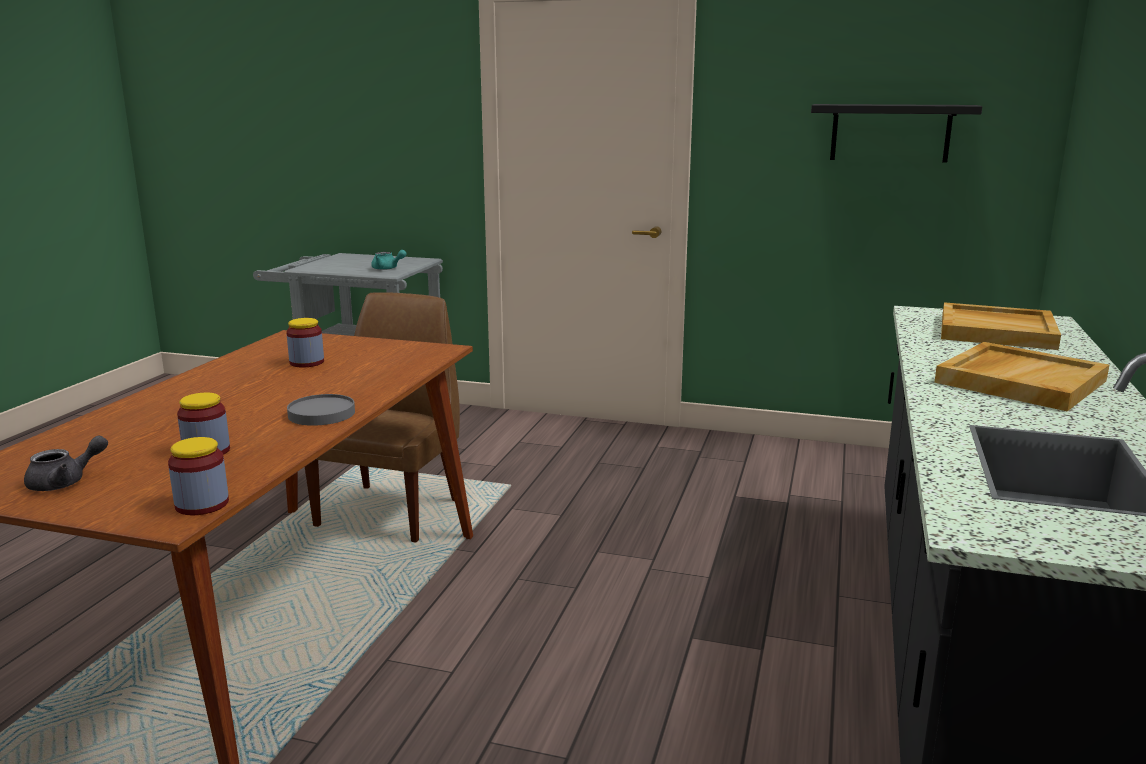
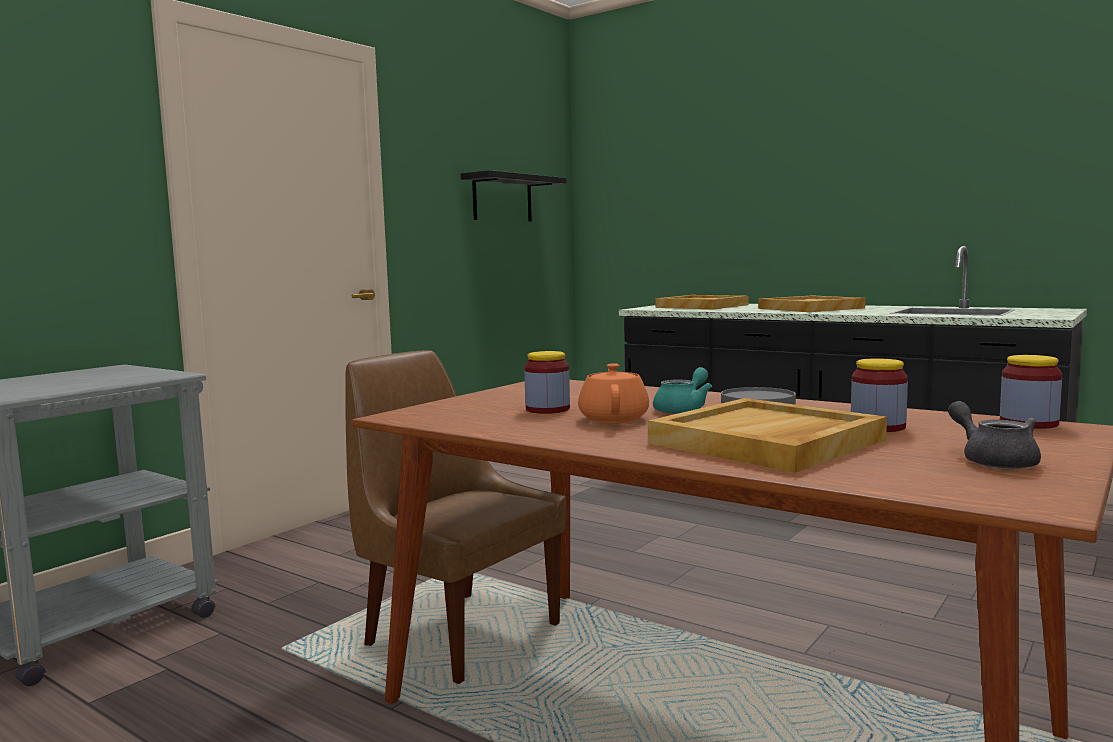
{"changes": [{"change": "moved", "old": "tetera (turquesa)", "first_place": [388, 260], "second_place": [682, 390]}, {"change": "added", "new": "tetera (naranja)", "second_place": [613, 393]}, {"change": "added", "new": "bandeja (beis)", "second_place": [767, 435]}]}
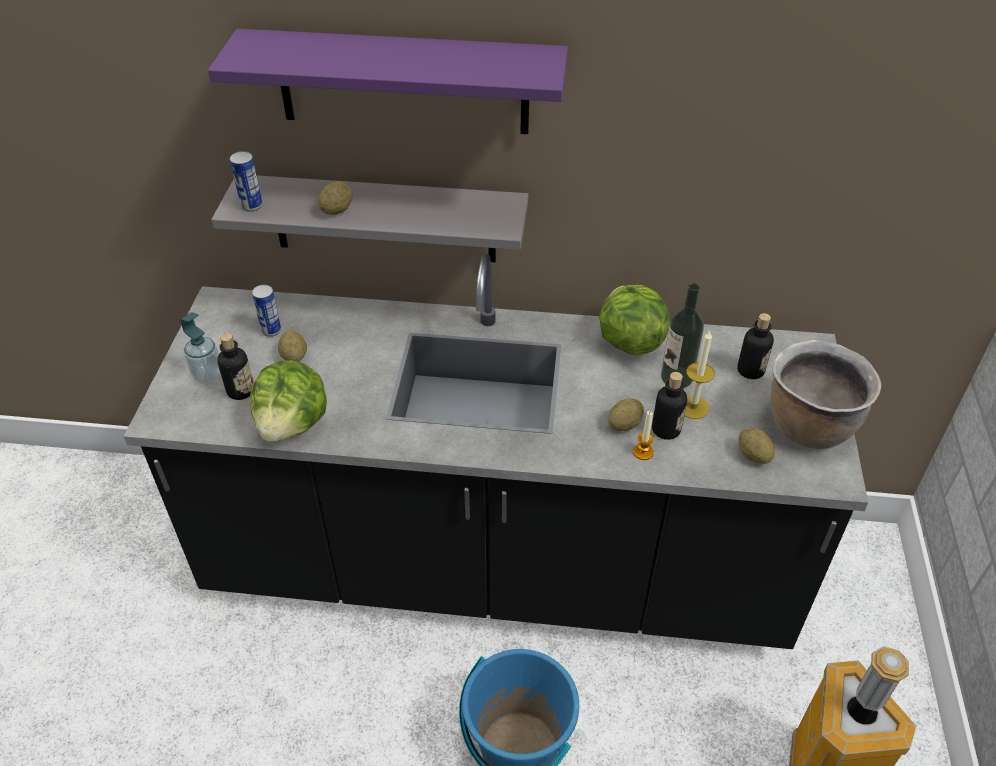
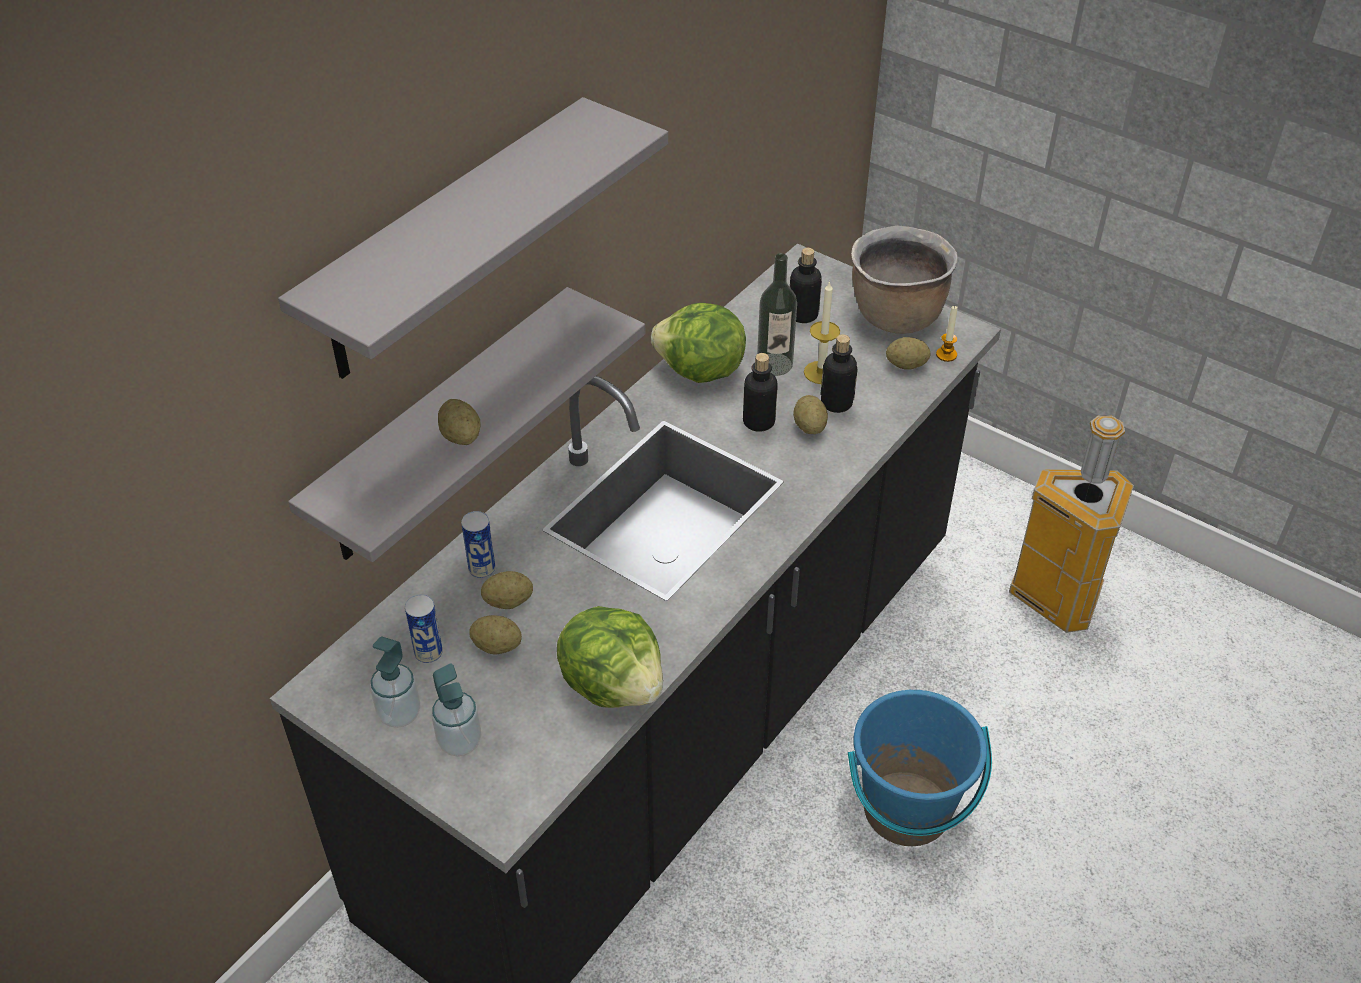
{"changes": [{"change": "recoloured", "old": "estante (morado)", "new": "estante (gris)", "first_place": [388, 81], "second_place": [473, 238]}, {"change": "moved", "old": "lata", "first_place": [246, 181], "second_place": [478, 544]}, {"change": "moved", "old": "botella", "first_place": [235, 366], "second_place": [760, 392]}, {"change": "moved", "old": "vela", "first_place": [643, 435], "second_place": [947, 334]}, {"change": "added", "new": "patata", "second_place": [507, 590]}, {"change": "added", "new": "dispensador de jabón", "second_place": [395, 682]}]}
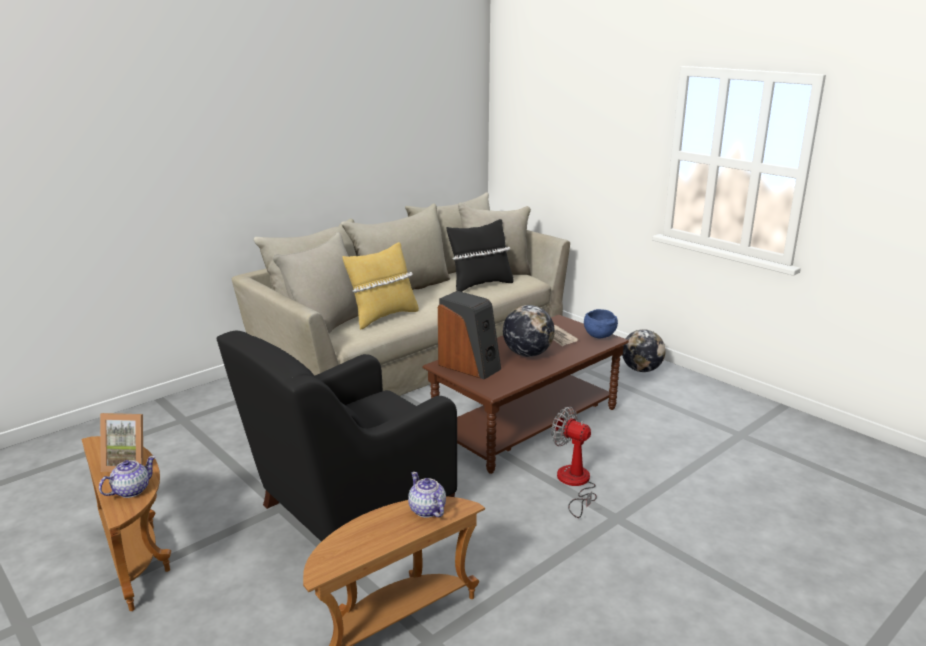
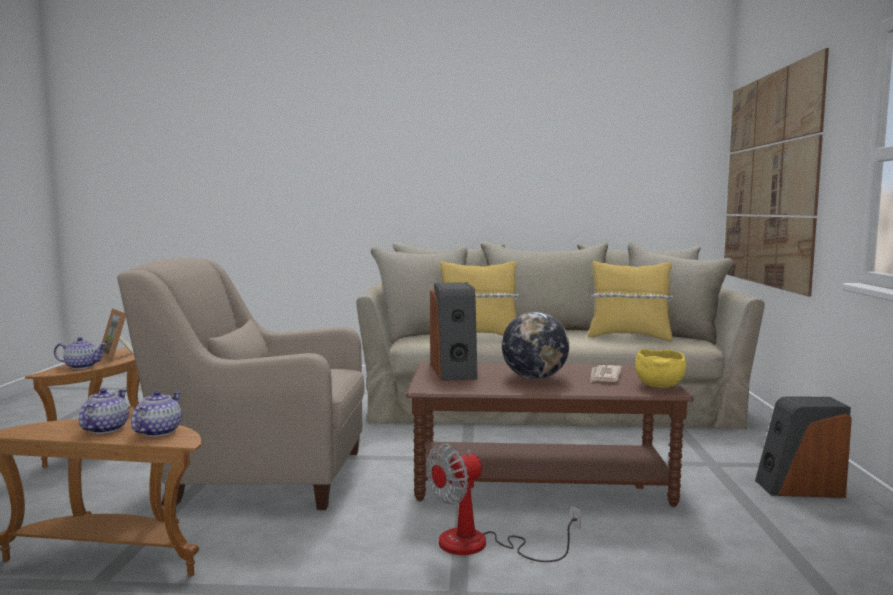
{"changes": [{"change": "recoloured", "old": "cojín (negro)", "new": "cojín (amarillo)", "first_place": [479, 255], "second_place": [630, 301]}, {"change": "recoloured", "old": "cuenco (azul)", "new": "cuenco (amarillo)", "first_place": [601, 323], "second_place": [660, 368]}, {"change": "replaced", "old": "globo terráqueo", "new": "altavoz", "first_place": [644, 350], "second_place": [803, 447]}, {"change": "recoloured", "old": "sillón (negro)", "new": "sillón (beis)", "first_place": [337, 436], "second_place": [240, 384]}, {"change": "turned", "old": "ventilador", "first_place": [574, 462], "second_place": [503, 502], "degrees": -120}, {"change": "added", "new": "cuadro", "second_place": [776, 172]}, {"change": "added", "new": "tetera", "second_place": [104, 411]}]}
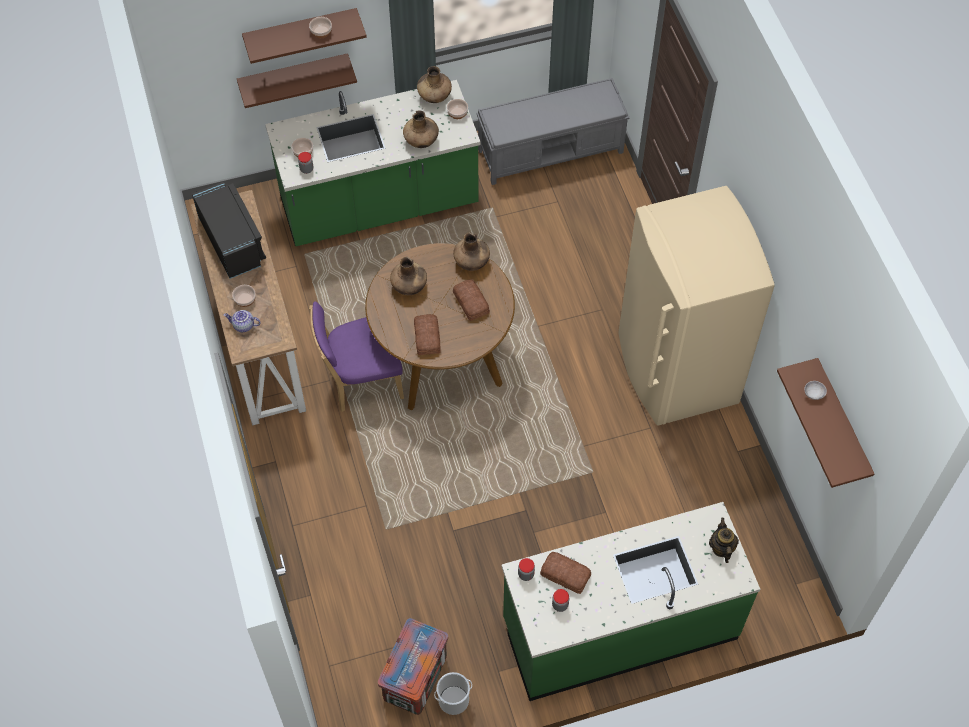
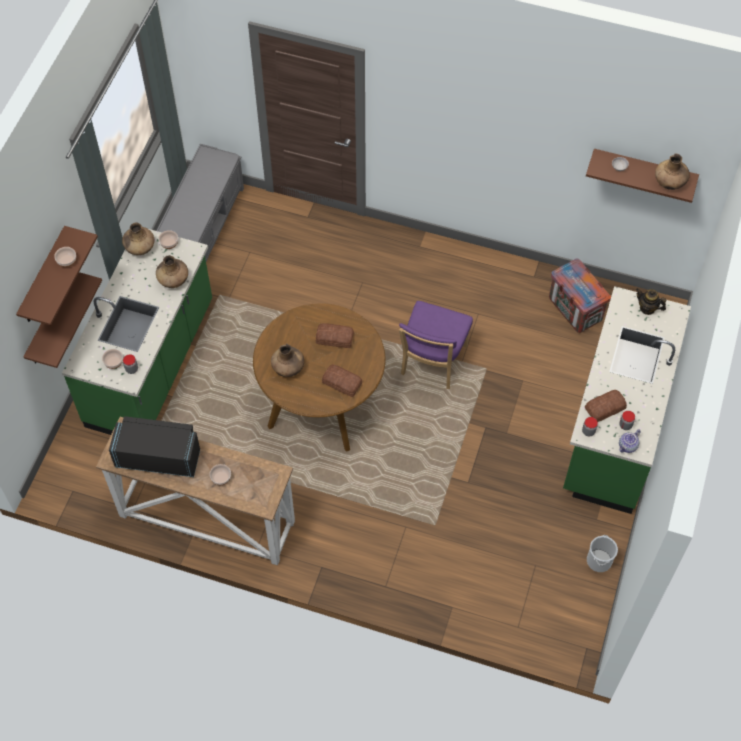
{"changes": [{"change": "removed", "old": "nevera (beis)", "first_place": [696, 306]}, {"change": "moved", "old": "florero (marrón)", "first_place": [471, 251], "second_place": [672, 172]}, {"change": "moved", "old": "silla (morado)", "first_place": [356, 356], "second_place": [436, 345]}, {"change": "moved", "old": "tetera", "first_place": [242, 321], "second_place": [630, 441]}, {"change": "moved", "old": "caja de embalaje", "first_place": [413, 666], "second_place": [580, 296]}]}
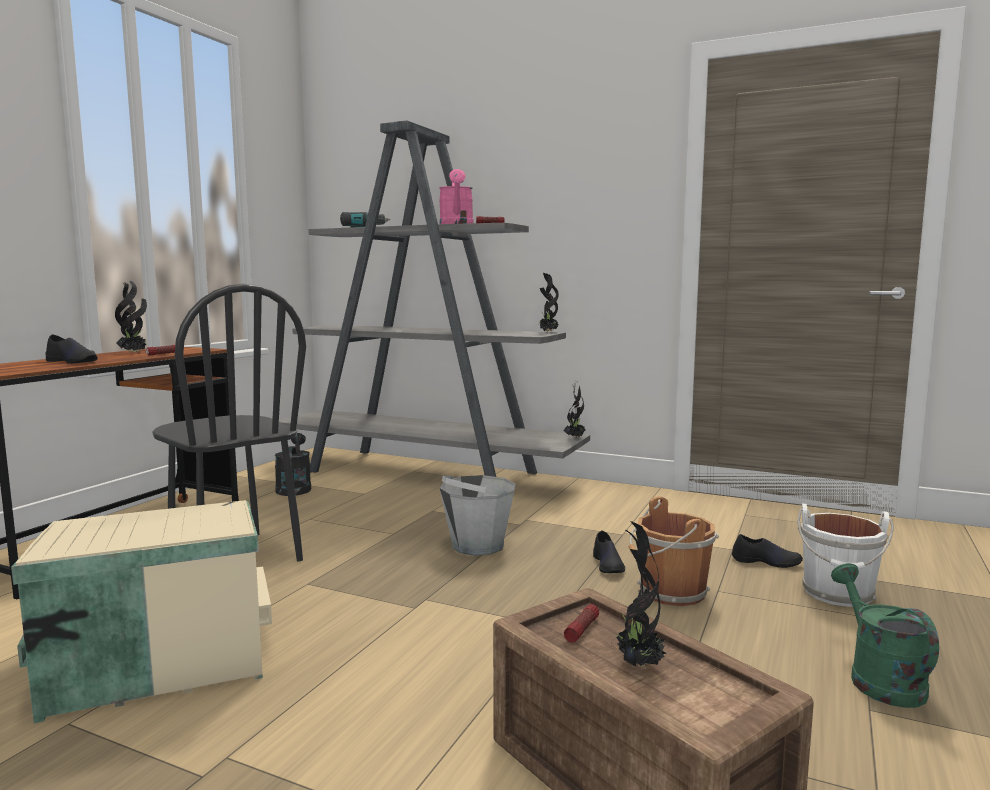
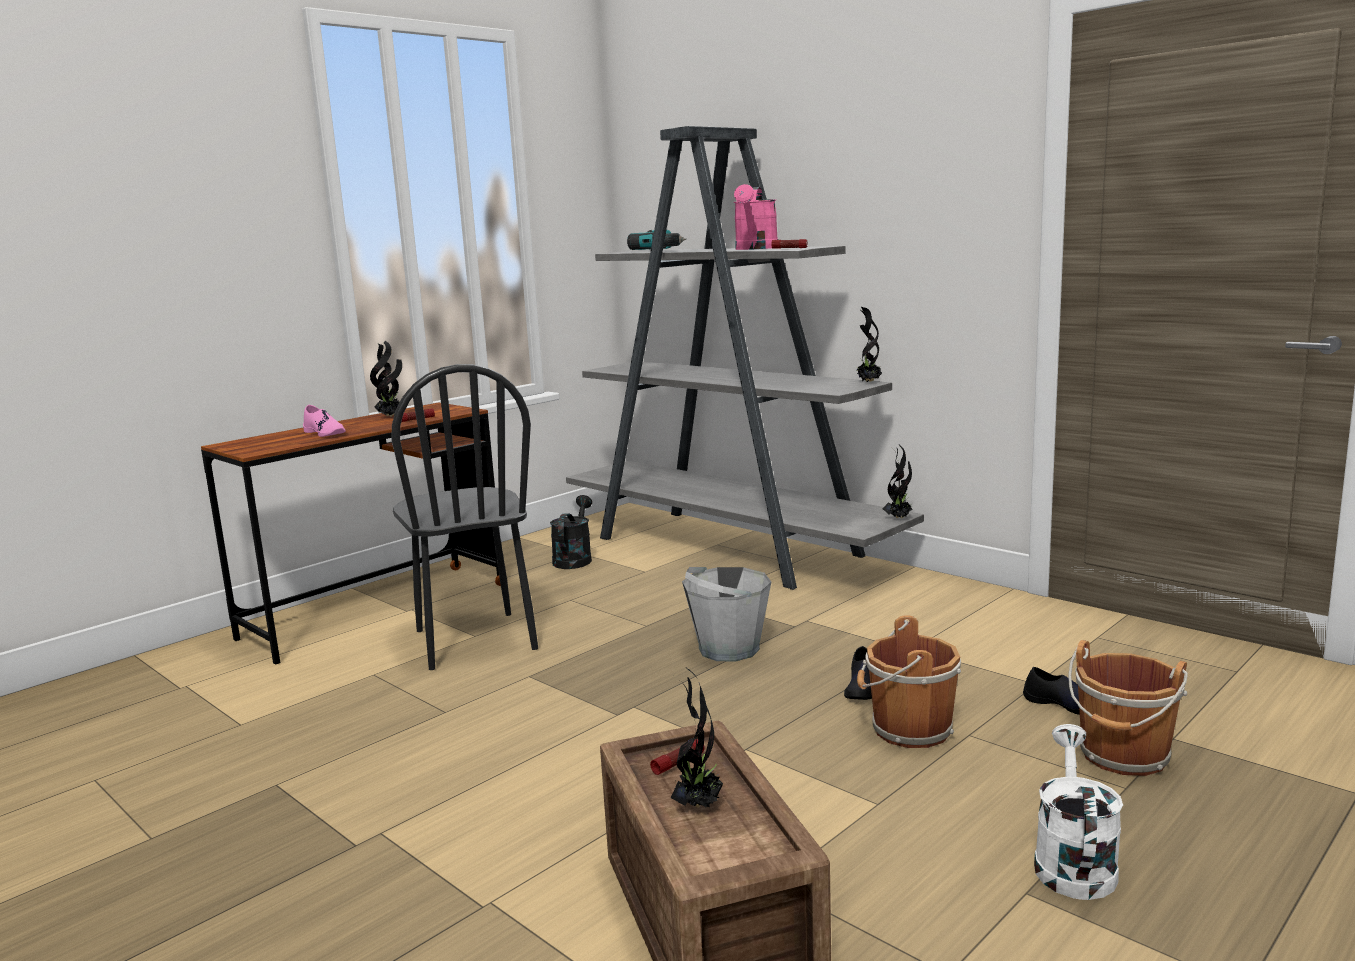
{"changes": [{"change": "recoloured", "old": "zapato (negro)", "new": "zapato (rosa)", "first_place": [71, 349], "second_place": [324, 421]}, {"change": "removed", "old": "caja de almacenaje (beis)", "first_place": [141, 611]}, {"change": "recoloured", "old": "cubo (blanco)", "new": "cubo (marrón)", "first_place": [845, 555], "second_place": [1128, 708]}, {"change": "recoloured", "old": "regadera (verde)", "new": "regadera (blanco)", "first_place": [885, 635], "second_place": [1078, 812]}]}
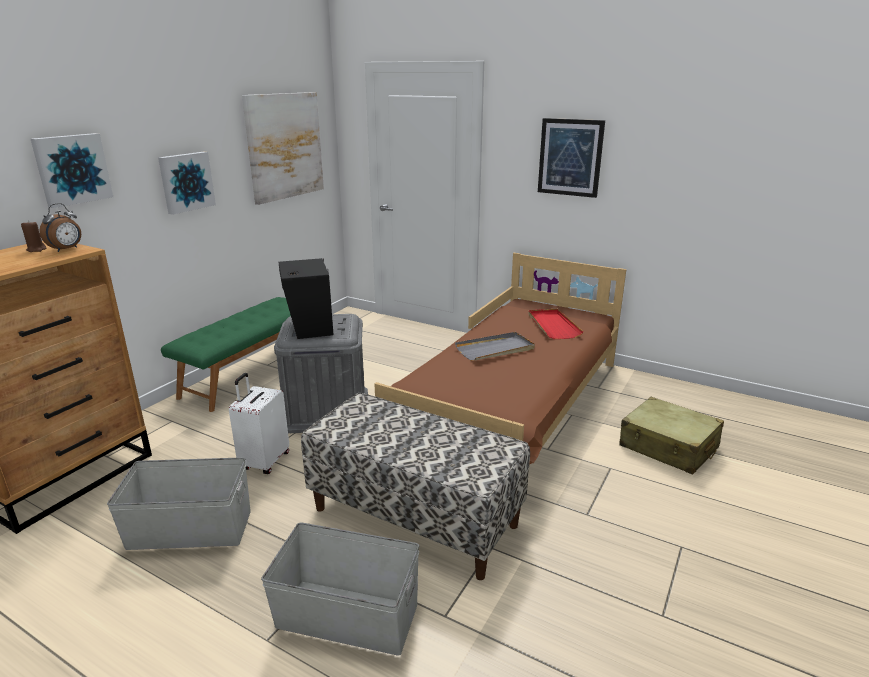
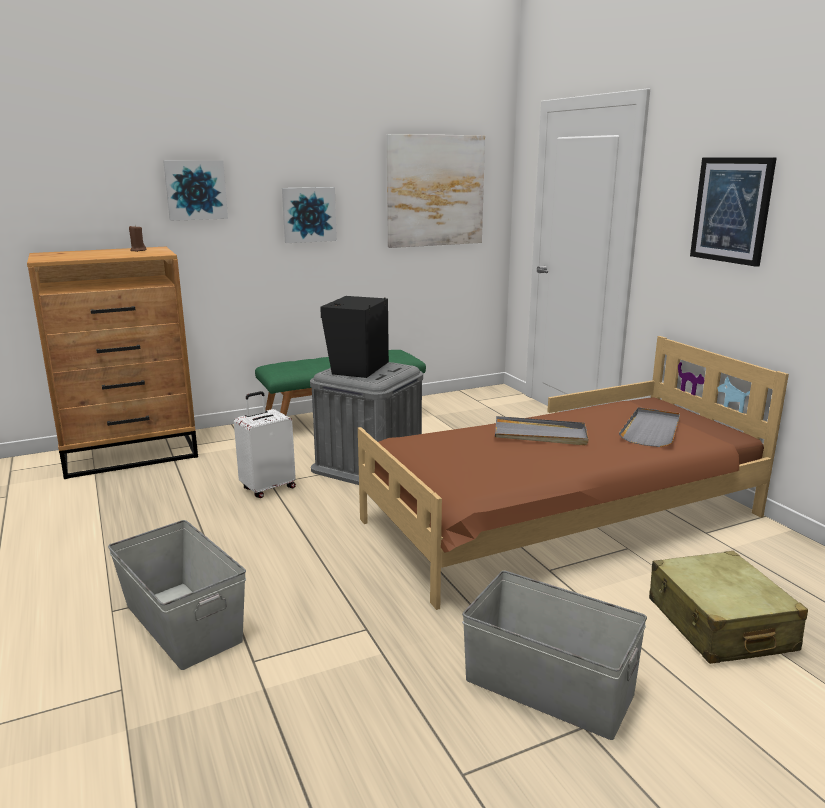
{"changes": [{"change": "removed", "old": "despertador", "first_place": [60, 227]}, {"change": "recoloured", "old": "bandeja (rojo)", "new": "bandeja (gris)", "first_place": [556, 324], "second_place": [649, 427]}, {"change": "removed", "old": "banco", "first_place": [415, 486]}, {"change": "moved", "old": "caja de almacenaje (gris)", "first_place": [179, 503], "second_place": [554, 655]}]}
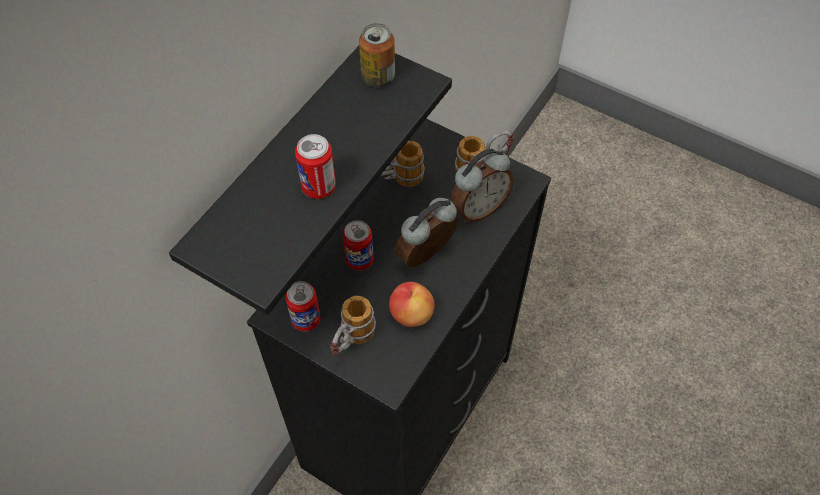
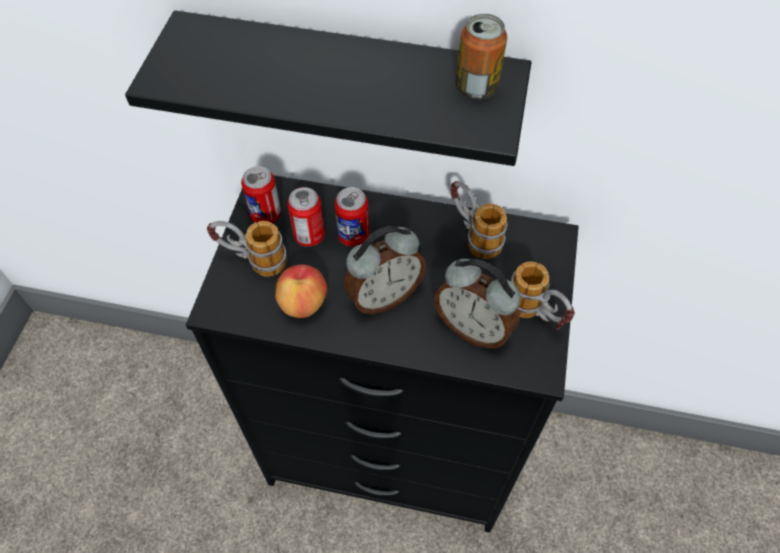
{"changes": [{"change": "moved", "old": "lata", "first_place": [315, 166], "second_place": [306, 217]}, {"change": "turned", "old": "despertador", "first_place": [426, 233], "second_place": [385, 270], "degrees": 120}]}
